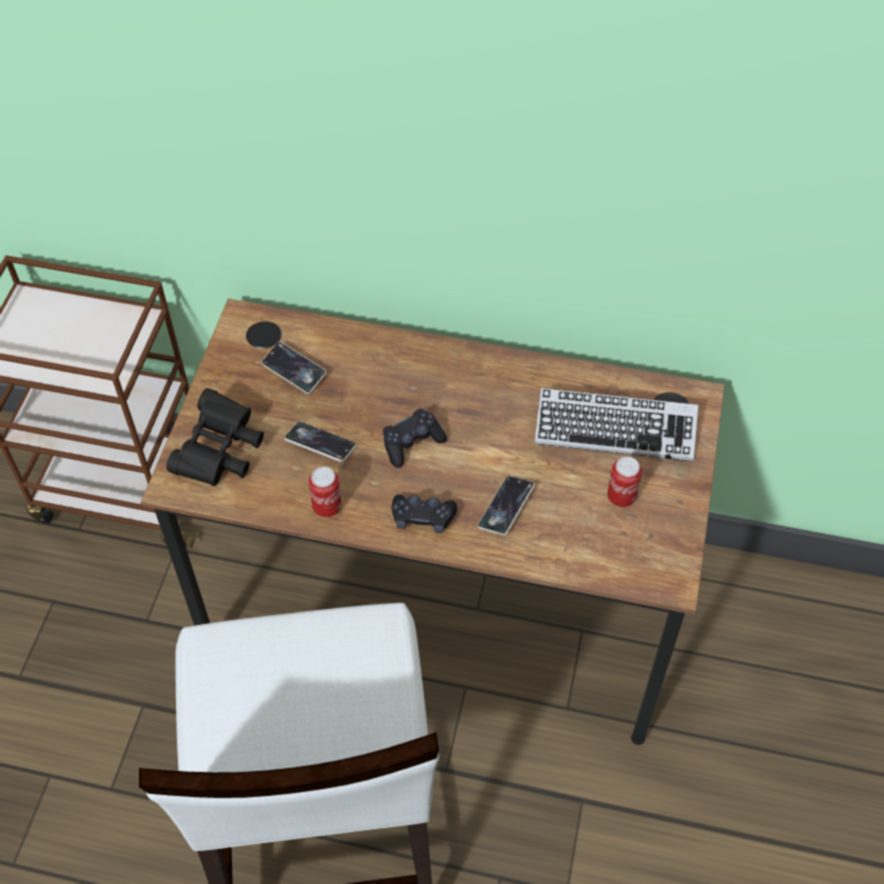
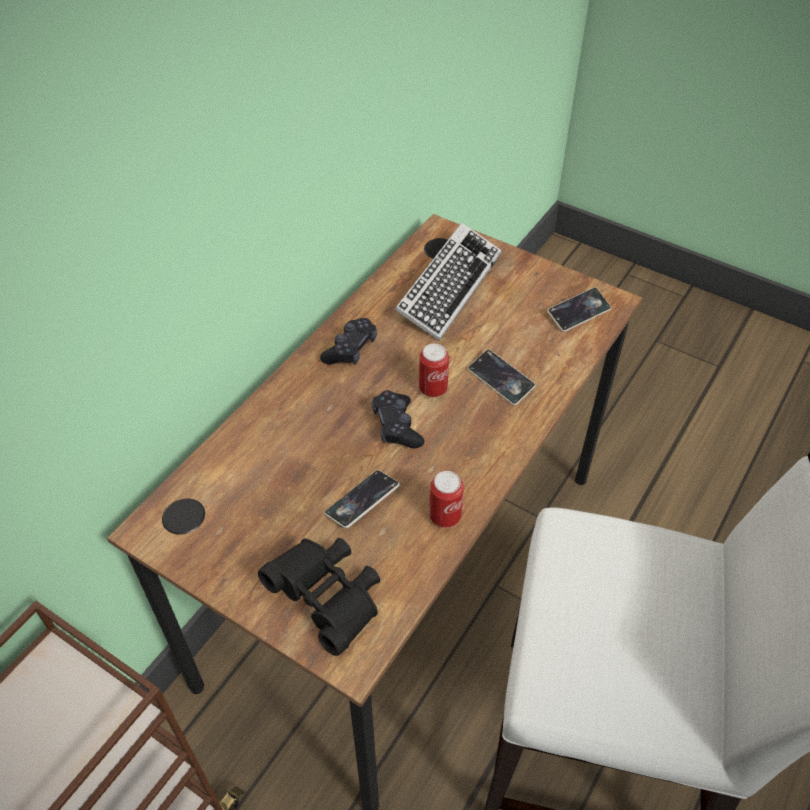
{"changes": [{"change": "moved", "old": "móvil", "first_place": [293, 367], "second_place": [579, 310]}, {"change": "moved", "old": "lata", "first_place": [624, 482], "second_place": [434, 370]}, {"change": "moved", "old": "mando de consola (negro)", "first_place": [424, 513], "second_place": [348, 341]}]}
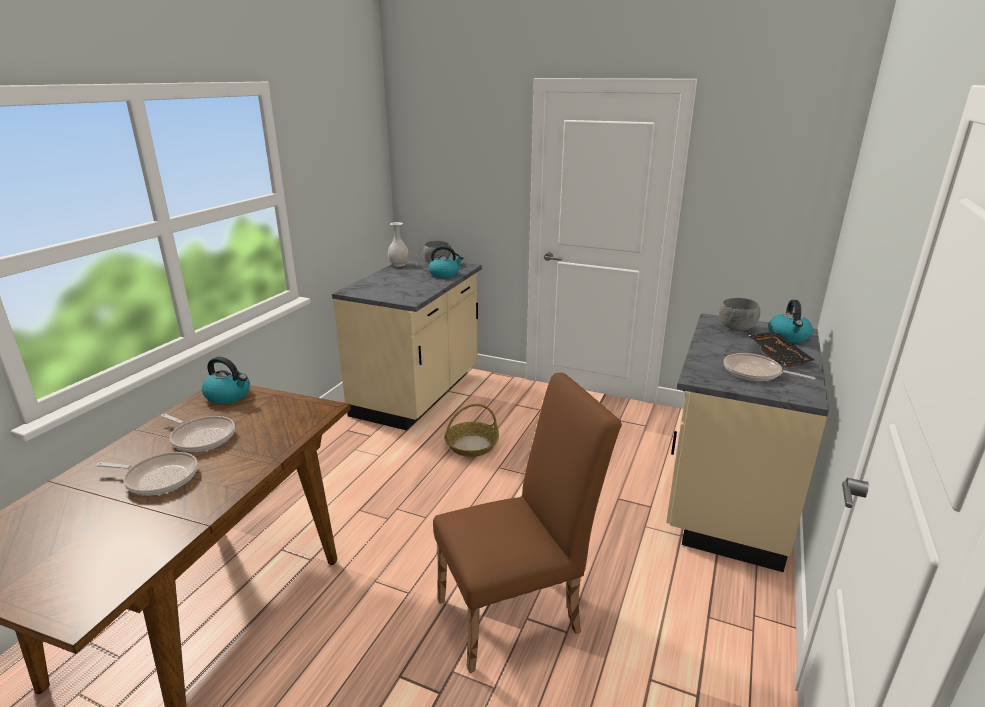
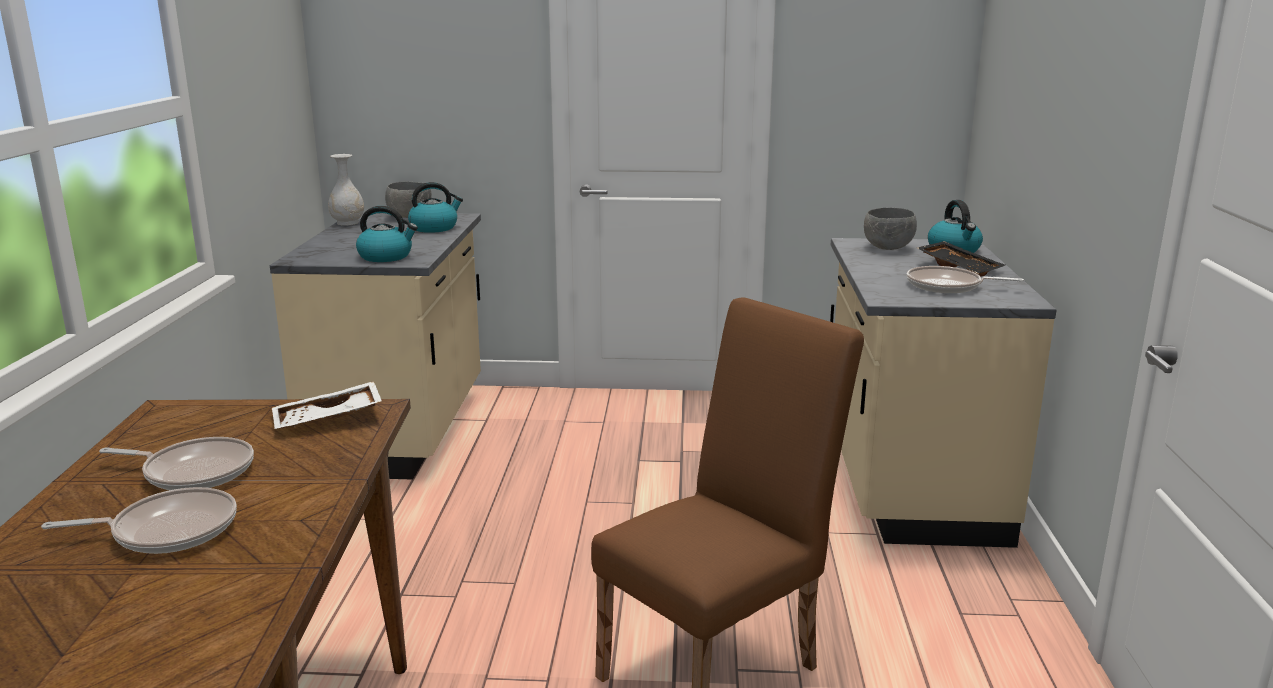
{"changes": [{"change": "moved", "old": "hervidor", "first_place": [226, 380], "second_place": [387, 234]}, {"change": "removed", "old": "cesta", "first_place": [471, 430]}, {"change": "added", "new": "bandeja (blanco)", "second_place": [327, 405]}]}
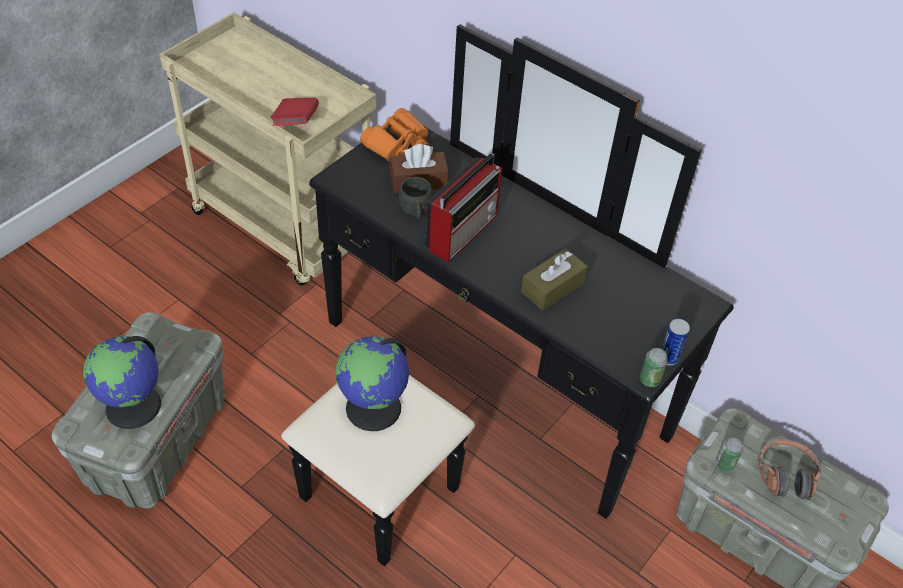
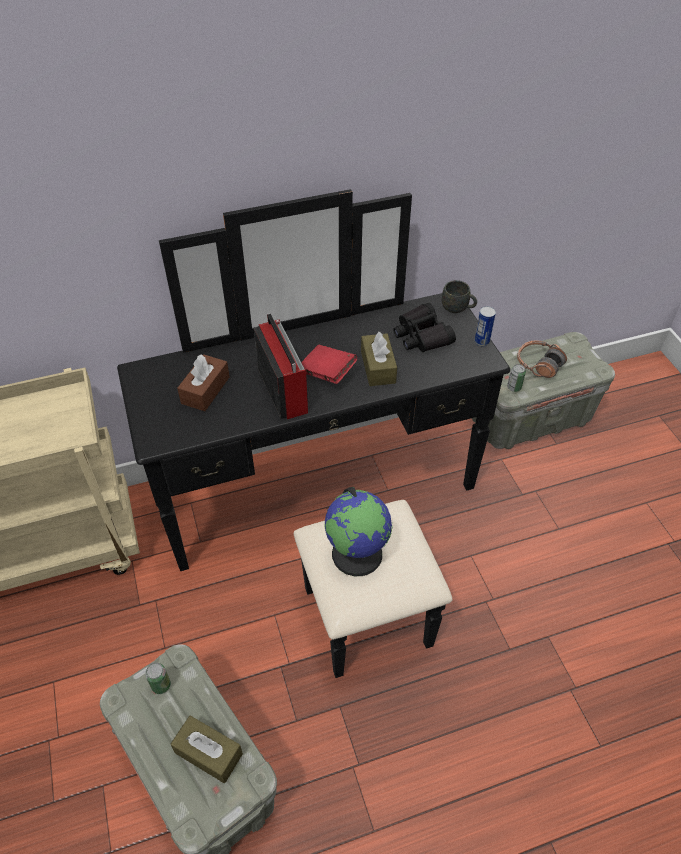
{"changes": [{"change": "moved", "old": "libro (rojo)", "first_place": [295, 112], "second_place": [329, 364]}, {"change": "removed", "old": "prismáticos (naranja)", "first_place": [394, 135]}, {"change": "moved", "old": "taza grande (gris)", "first_place": [415, 198], "second_place": [459, 296]}, {"change": "replaced", "old": "globo terráqueo", "new": "caja de pañuelos (marrón)", "first_place": [122, 382], "second_place": [207, 749]}, {"change": "moved", "old": "lata", "first_place": [654, 367], "second_place": [158, 678]}, {"change": "added", "new": "prismáticos (negro)", "second_place": [424, 327]}]}
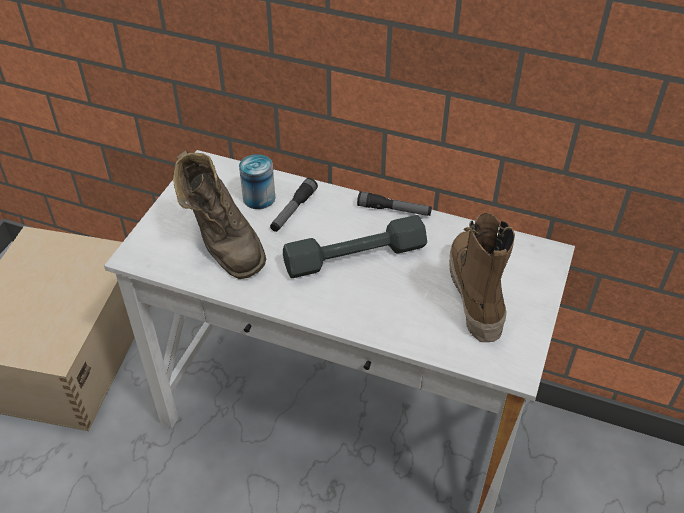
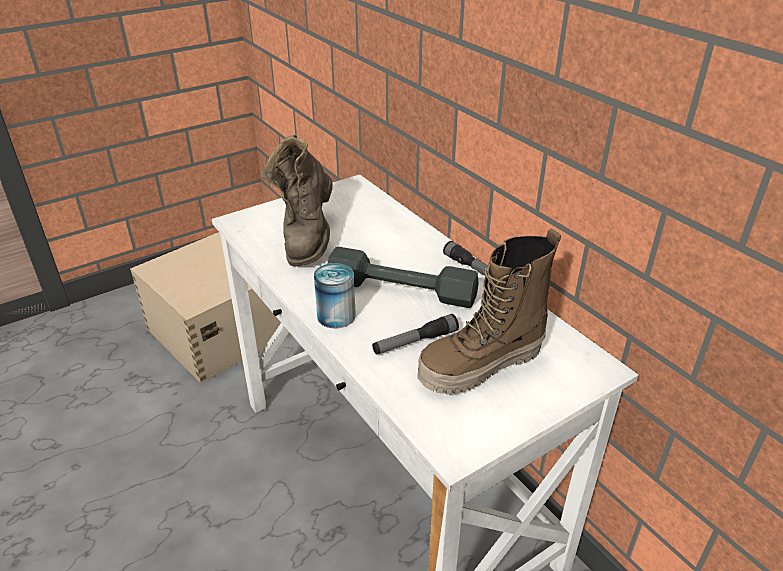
{"changes": [{"change": "moved", "old": "lata", "first_place": [257, 181], "second_place": [335, 295]}, {"change": "moved", "old": "linterna", "first_place": [294, 205], "second_place": [415, 334]}, {"change": "turned", "old": "bota", "first_place": [482, 277], "second_place": [489, 312], "degrees": -150}]}
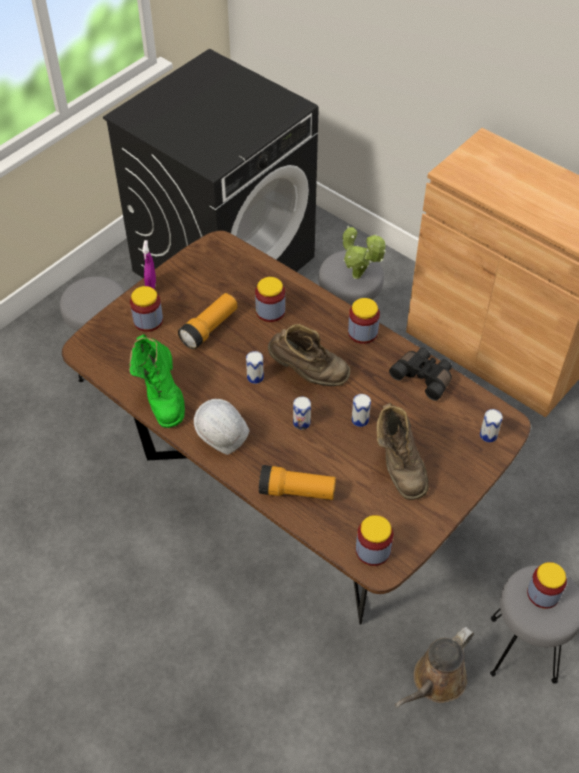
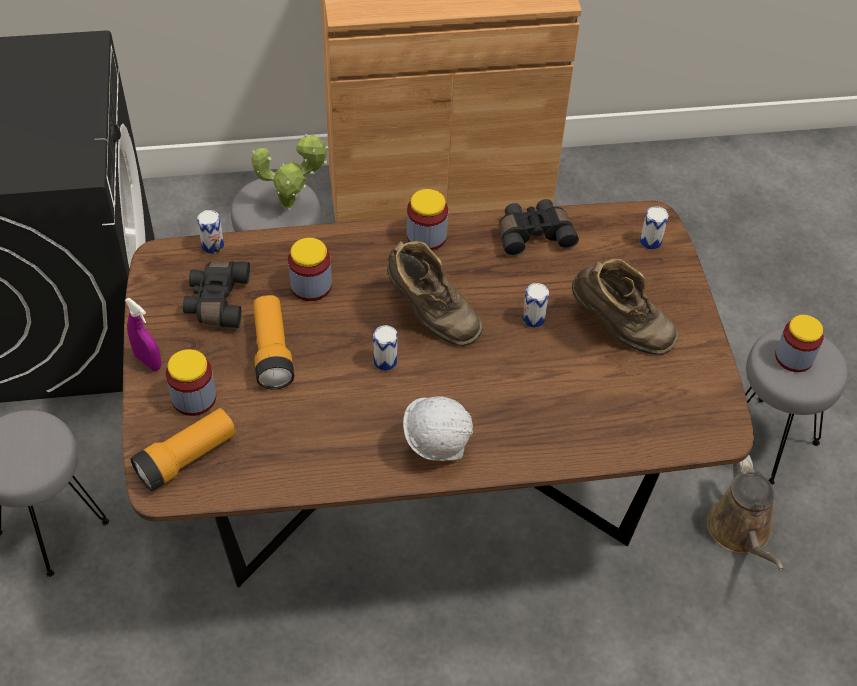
{"changes": [{"change": "turned", "old": "bota (marrón)", "first_place": [309, 355], "second_place": [435, 294], "degrees": 75}, {"change": "removed", "old": "bota (verde)", "first_place": [157, 381]}, {"change": "moved", "old": "lata", "first_place": [302, 413], "second_place": [210, 232]}, {"change": "moved", "old": "linterna", "first_place": [297, 482], "second_place": [183, 449]}, {"change": "removed", "old": "tarro", "first_place": [374, 540]}, {"change": "added", "new": "prismáticos (negro)", "second_place": [216, 294]}]}
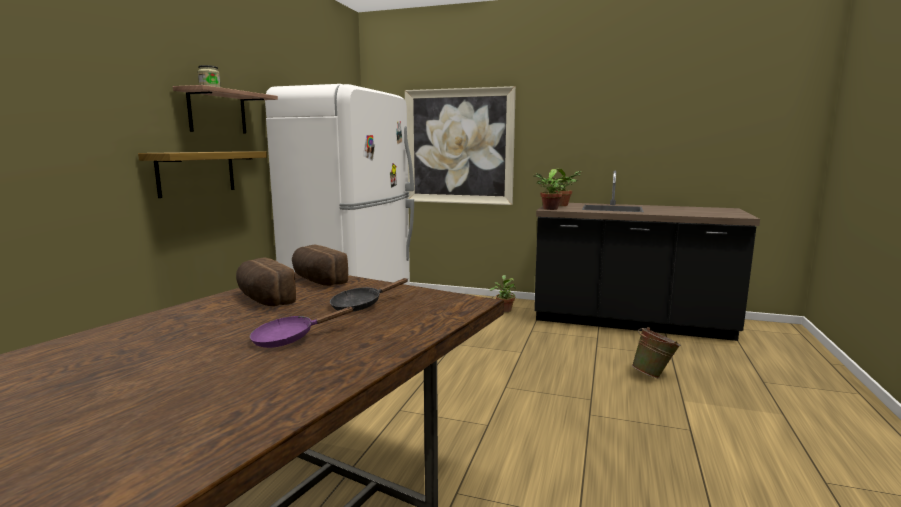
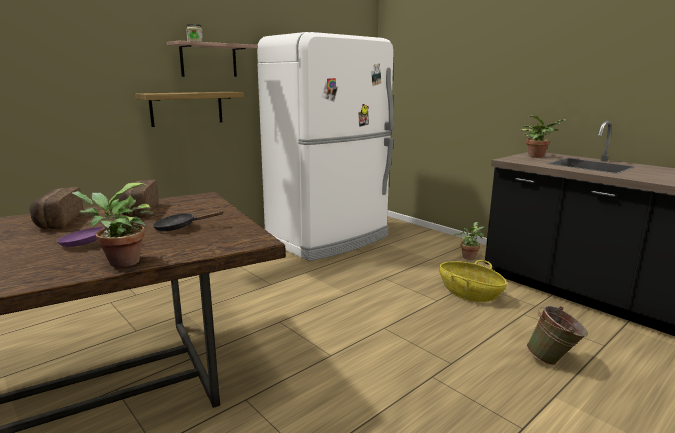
{"changes": [{"change": "removed", "old": "cuadro", "first_place": [460, 145]}, {"change": "moved", "old": "planta en maceta", "first_place": [550, 189], "second_place": [112, 225]}, {"change": "moved", "old": "pan", "first_place": [320, 265], "second_place": [56, 208]}, {"change": "added", "new": "cesta", "second_place": [473, 281]}]}
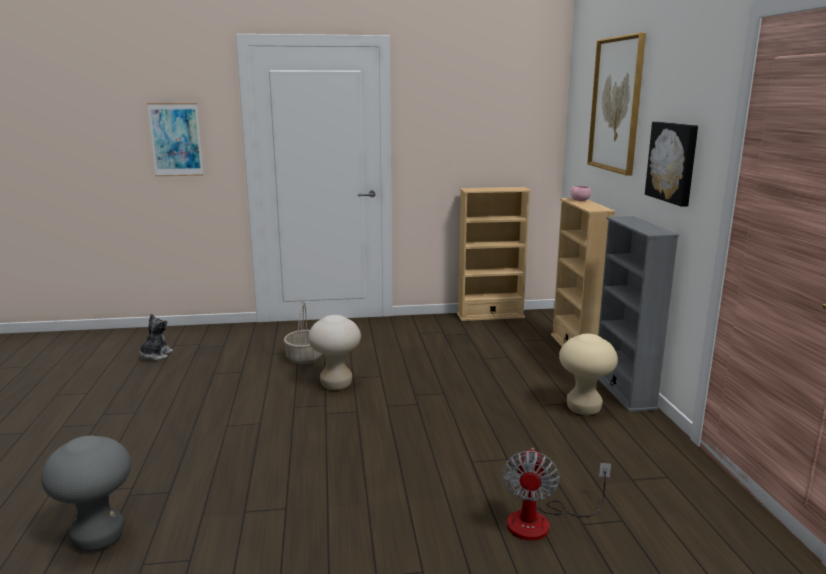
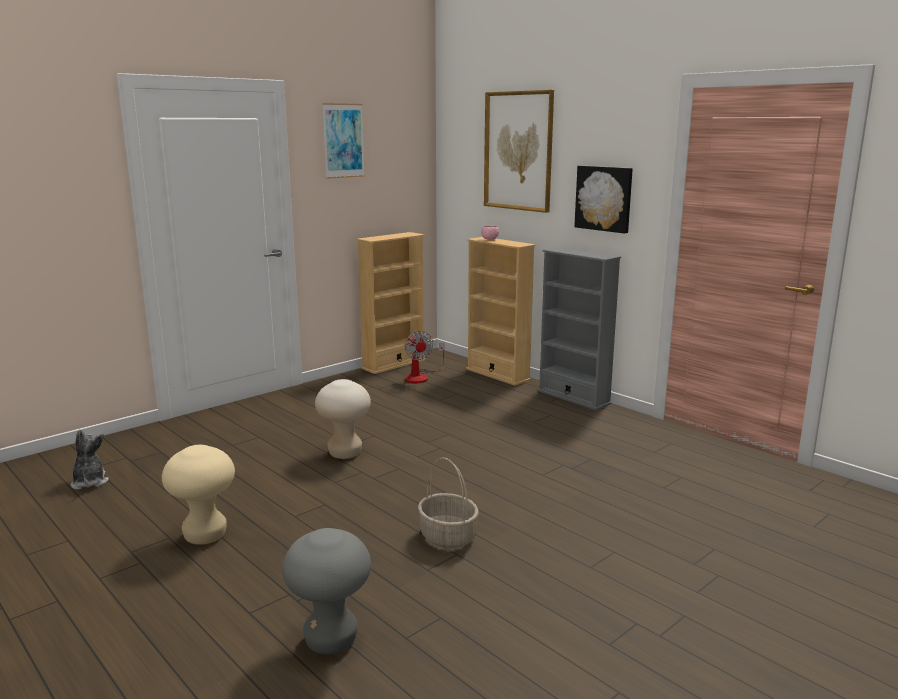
{"changes": [{"change": "moved", "old": "cuadro", "first_place": [175, 139], "second_place": [343, 141]}, {"change": "moved", "old": "cesta", "first_place": [303, 333], "second_place": [448, 502]}, {"change": "moved", "old": "taburete (beis)", "first_place": [588, 374], "second_place": [198, 495]}, {"change": "moved", "old": "ventilador", "first_place": [556, 494], "second_place": [424, 357]}]}
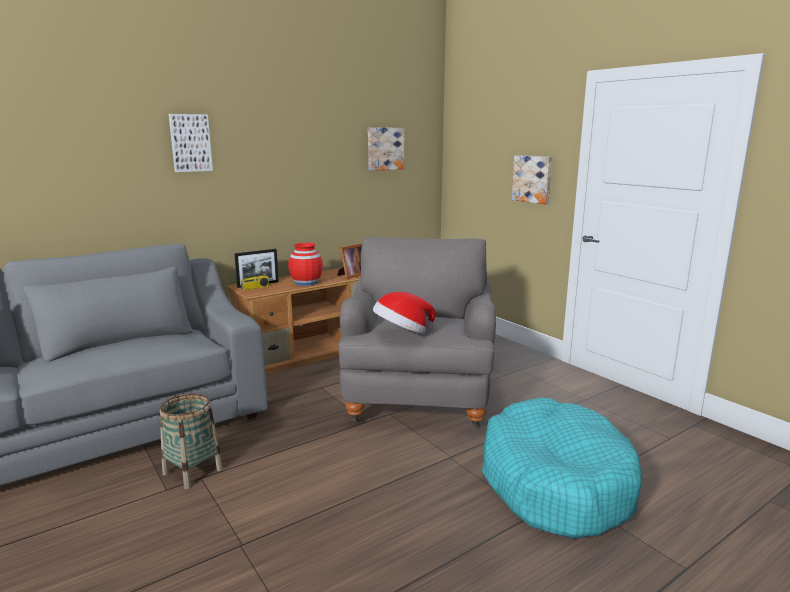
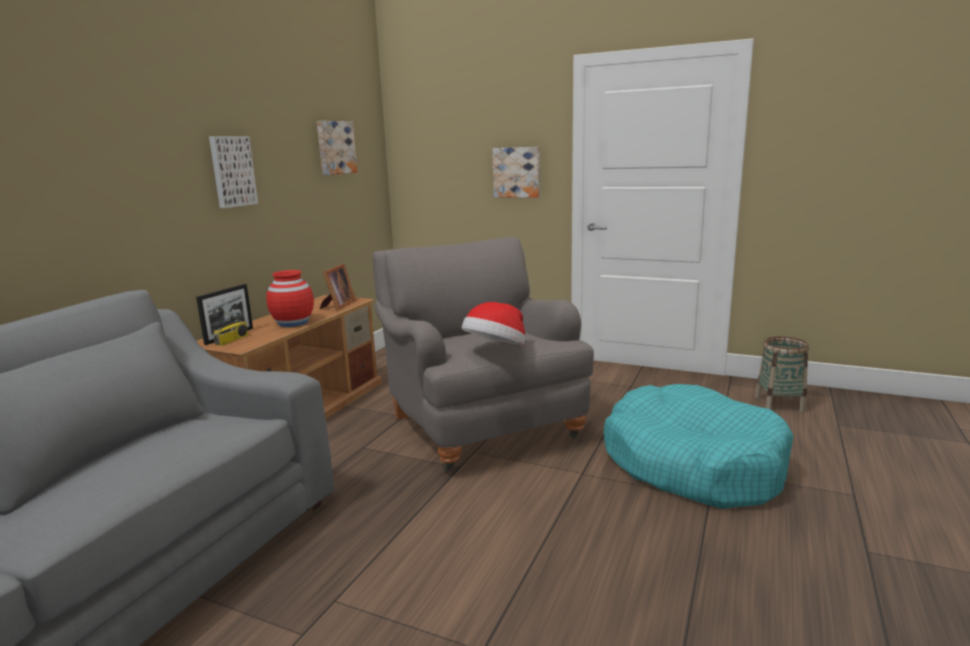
{"changes": [{"change": "moved", "old": "cuadro", "first_place": [191, 143], "second_place": [233, 172]}, {"change": "moved", "old": "cesta", "first_place": [191, 441], "second_place": [782, 374]}]}
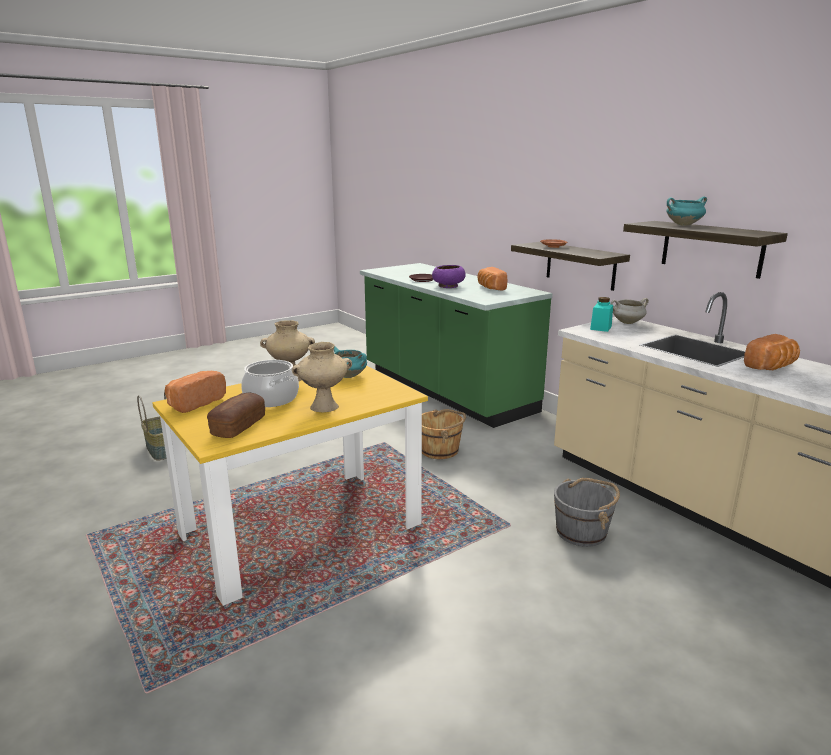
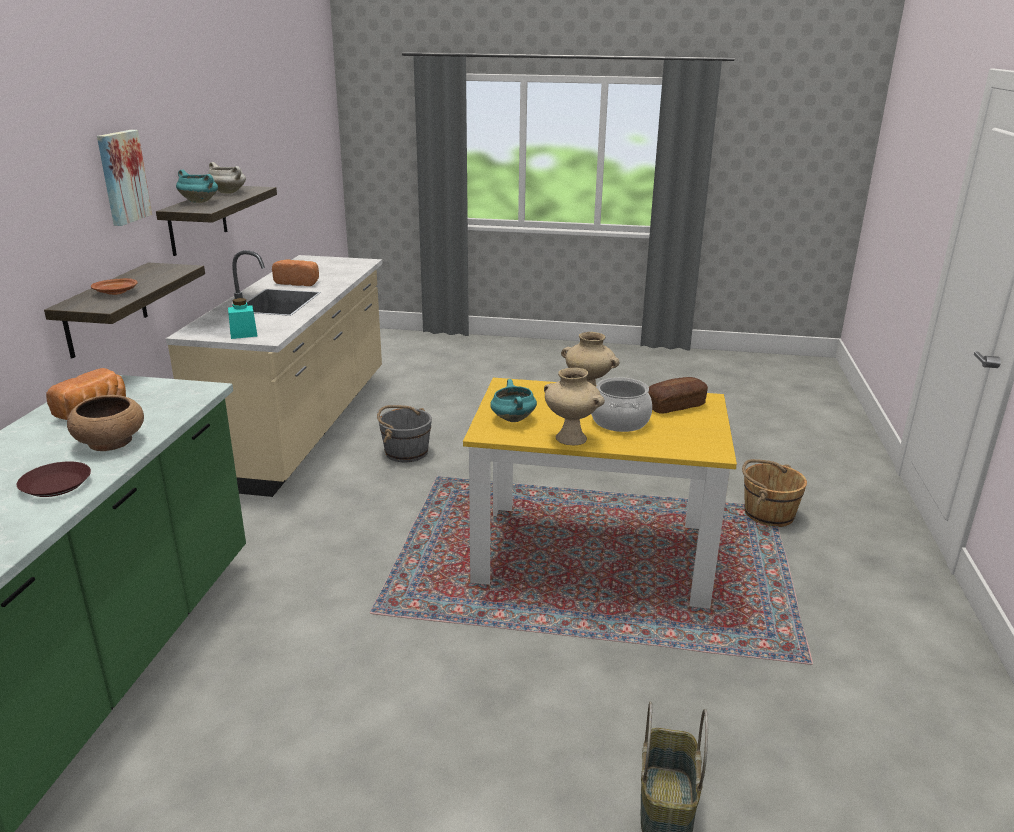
{"changes": [{"change": "recoloured", "old": "cuenco (morado)", "new": "cuenco (marrón)", "first_place": [449, 276], "second_place": [105, 423]}, {"change": "moved", "old": "olla (blanco)", "first_place": [630, 311], "second_place": [227, 178]}, {"change": "removed", "old": "pan", "first_place": [195, 392]}, {"change": "moved", "old": "cubo (marrón)", "first_place": [444, 434], "second_place": [774, 493]}, {"change": "added", "new": "cuadro", "second_place": [124, 178]}]}
